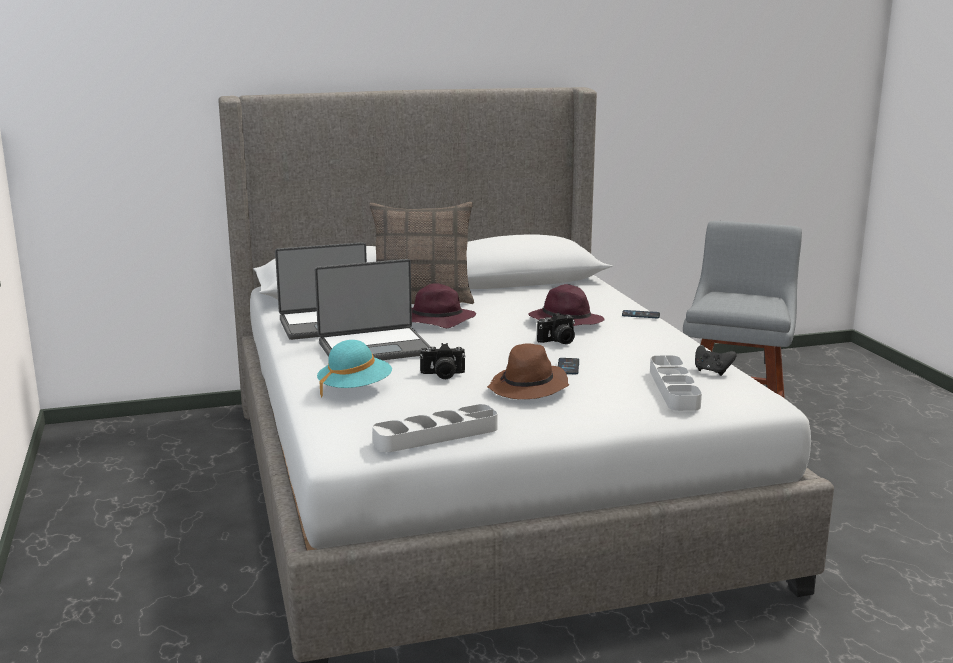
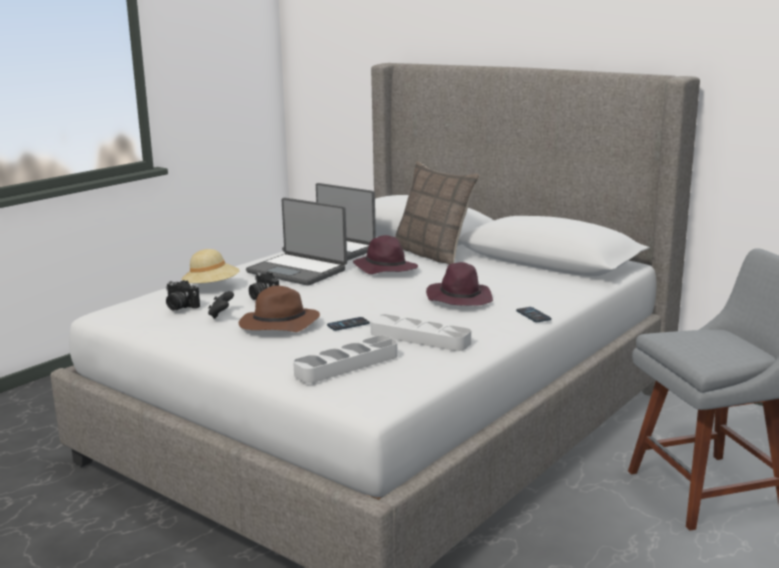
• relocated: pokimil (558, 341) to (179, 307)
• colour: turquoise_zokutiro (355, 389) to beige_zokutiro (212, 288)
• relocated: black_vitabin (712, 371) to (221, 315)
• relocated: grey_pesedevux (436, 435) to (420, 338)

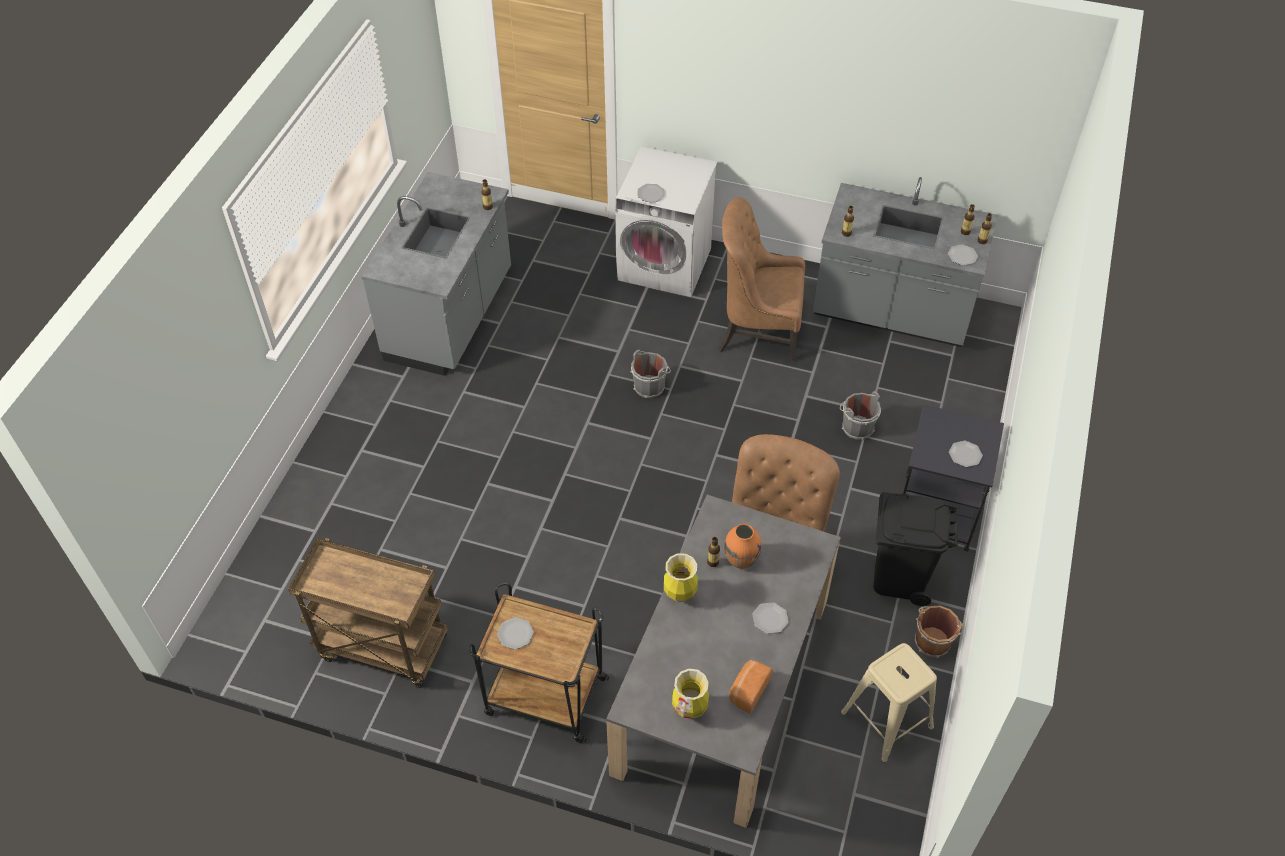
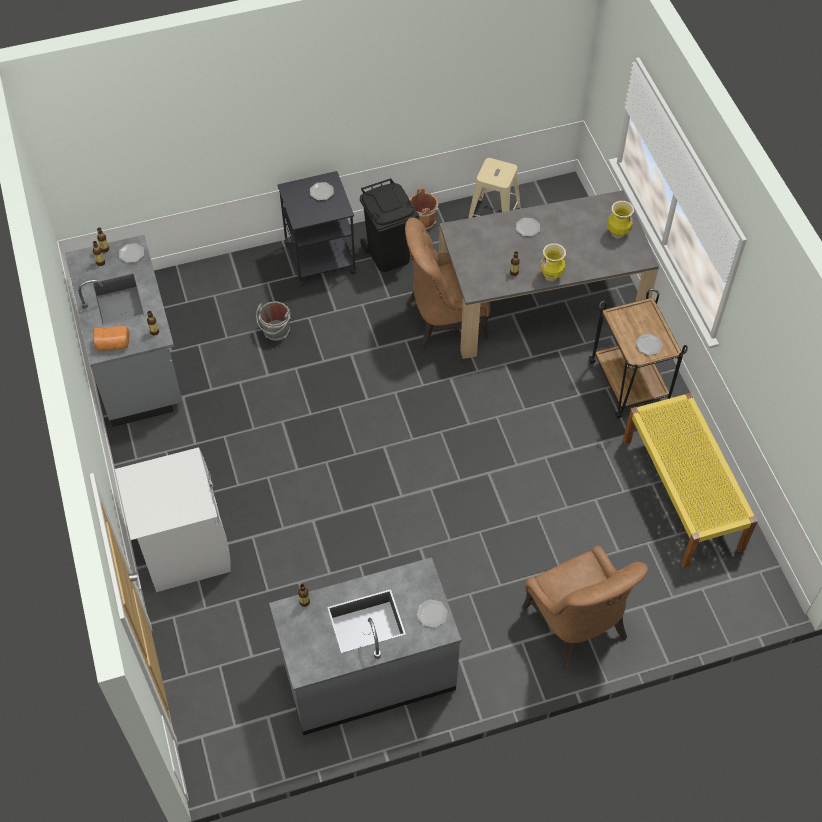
• relocated: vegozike (748, 691) to (112, 345)
• relocated: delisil (651, 194) to (431, 614)
• relocated: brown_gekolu (758, 329) to (576, 623)
• exchanged: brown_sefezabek (381, 648) to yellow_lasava (683, 493)
• missing: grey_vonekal (650, 386)
• missing: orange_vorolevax (741, 559)

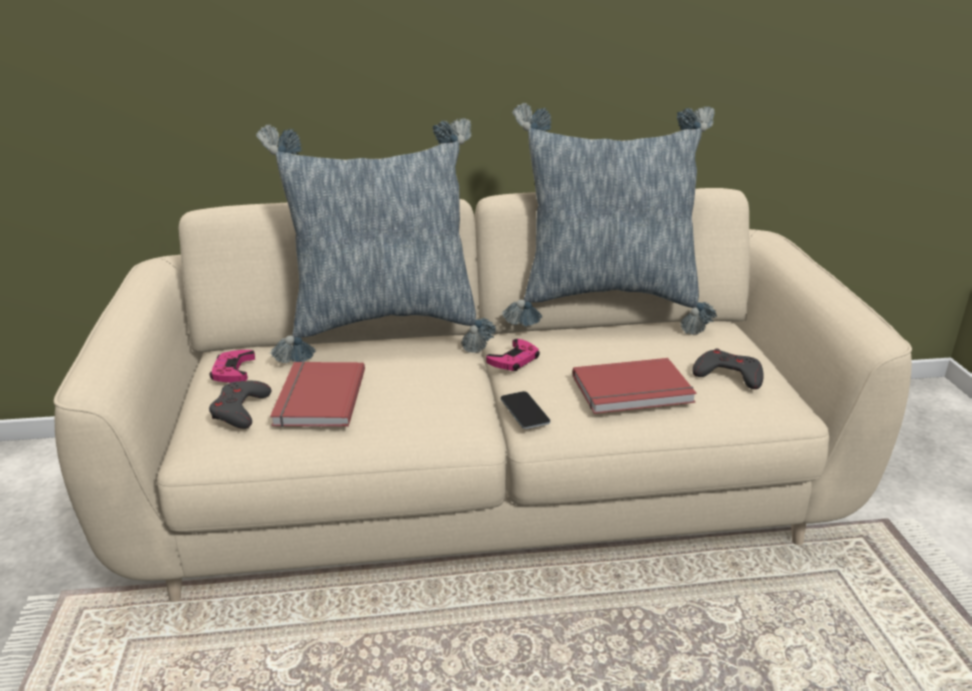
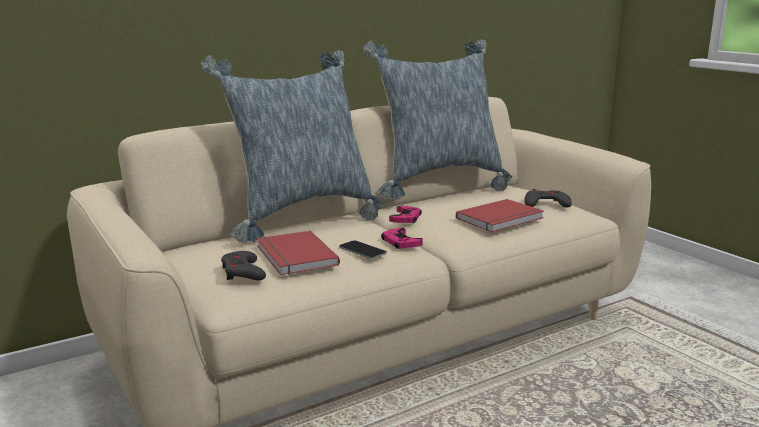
• relocated: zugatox (524, 410) to (362, 250)
• relocated: pink_vitabin (233, 371) to (400, 242)

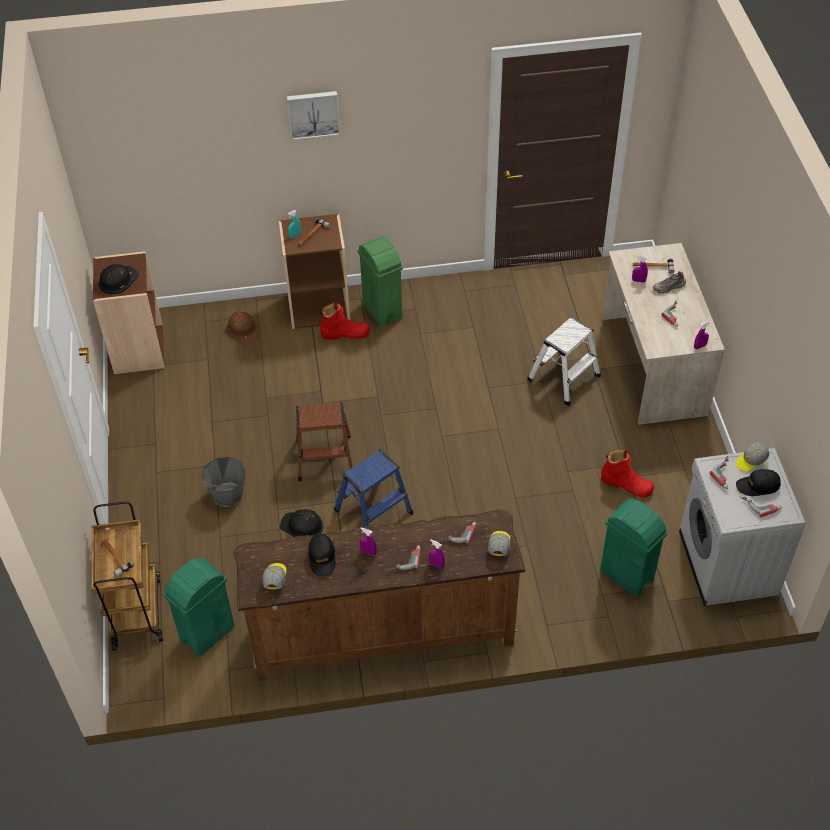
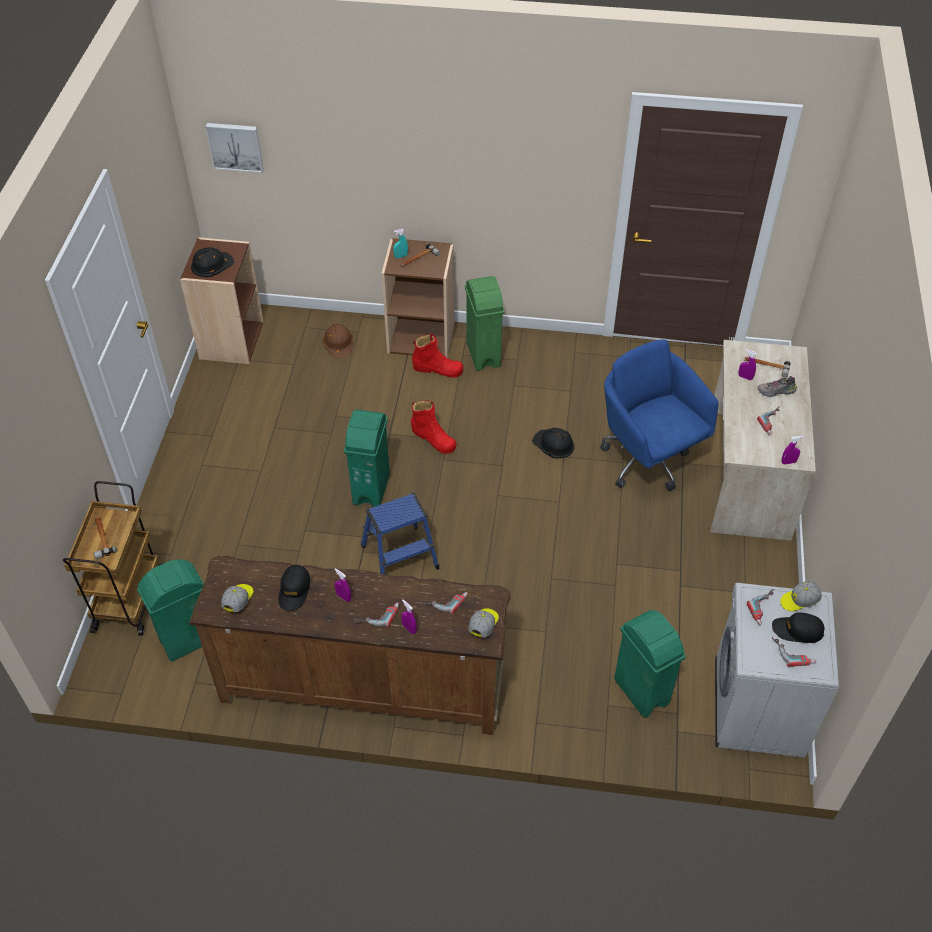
• relocated: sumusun (313, 114) to (235, 146)
• exchanged: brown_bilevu (325, 457) to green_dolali (371, 488)
• relocated: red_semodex (626, 484) to (433, 438)
• relocated: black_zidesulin (302, 525) to (554, 444)
• exchanged: white_bilevu (564, 377) to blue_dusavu (647, 464)
• missing: grey_vonekal (227, 495)

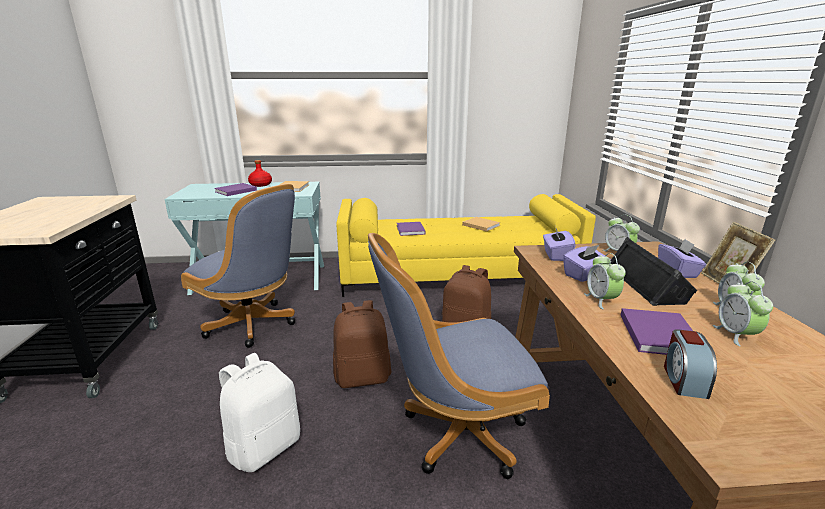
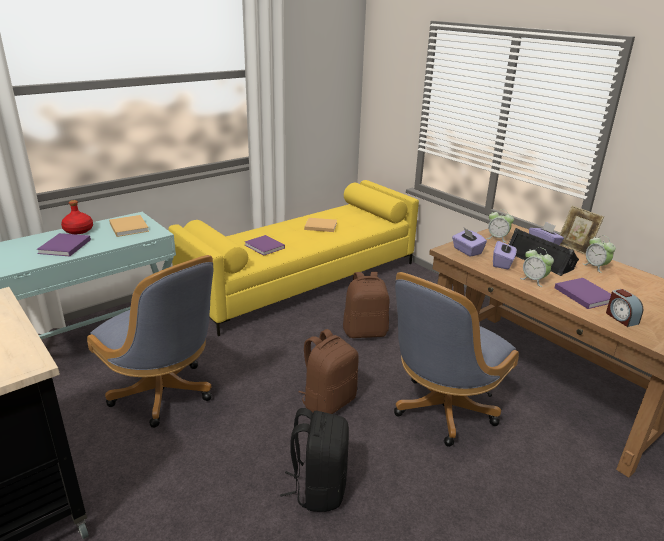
• spun: blue_dusavu (256, 327) = (167, 397) 45 degrees clockwise
• colour: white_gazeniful (264, 447) to black_gazeniful (318, 488)
• missing: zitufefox (735, 335)

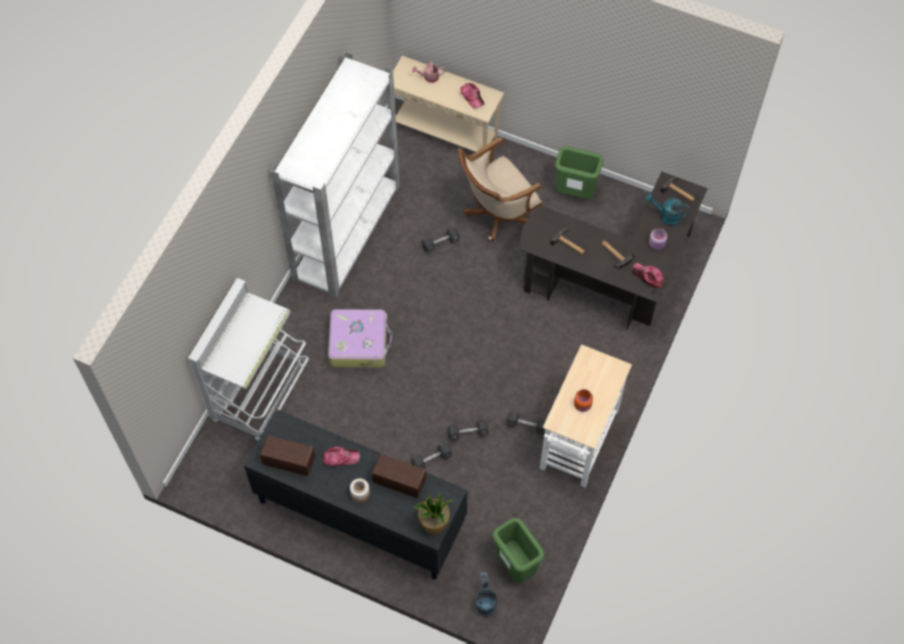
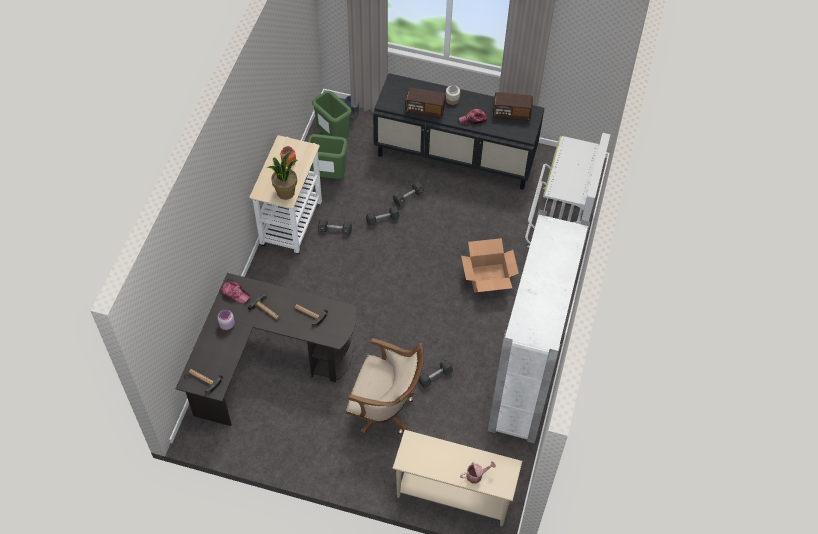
• relocated: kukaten (434, 525) to (285, 192)
• relocated: green_dolali (575, 193) to (328, 176)
• spun: dusavu (497, 217) = (385, 411) 60 degrees clockwise
• exchanged: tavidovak (359, 342) to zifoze (488, 278)
• missing: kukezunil (472, 97)
• missing: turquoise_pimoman (666, 216)

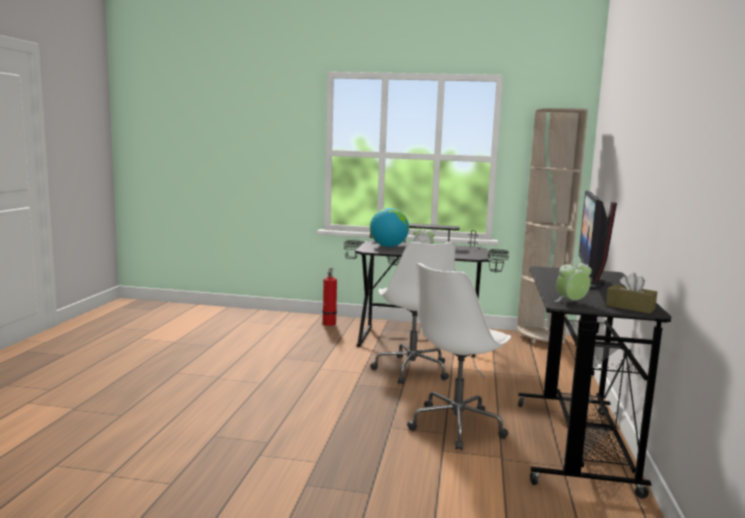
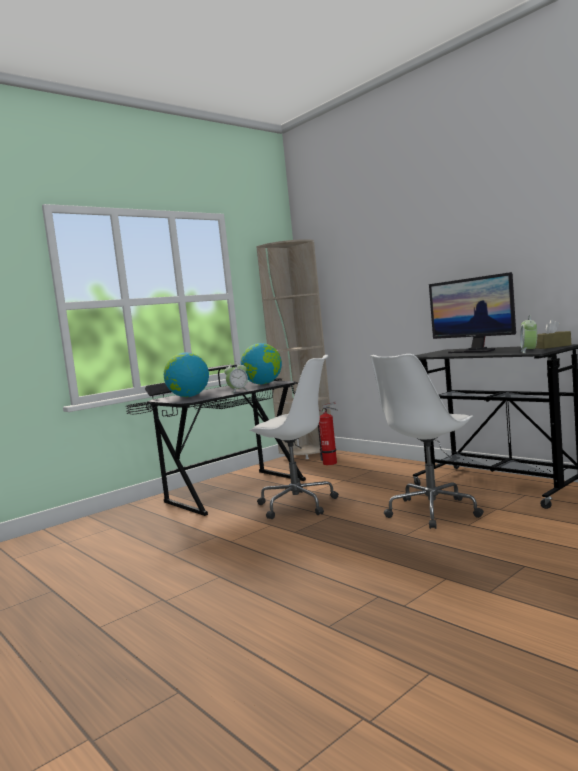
• appeared: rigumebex (263, 384)
• relocated: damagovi (329, 324) to (331, 463)
• spun: white_dusavu (454, 427) = (431, 513) 60 degrees clockwise

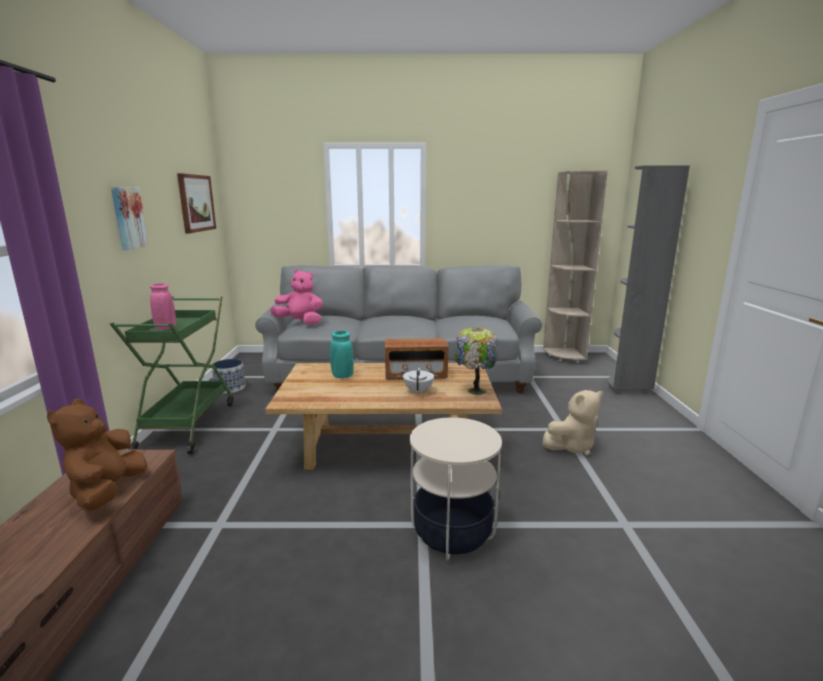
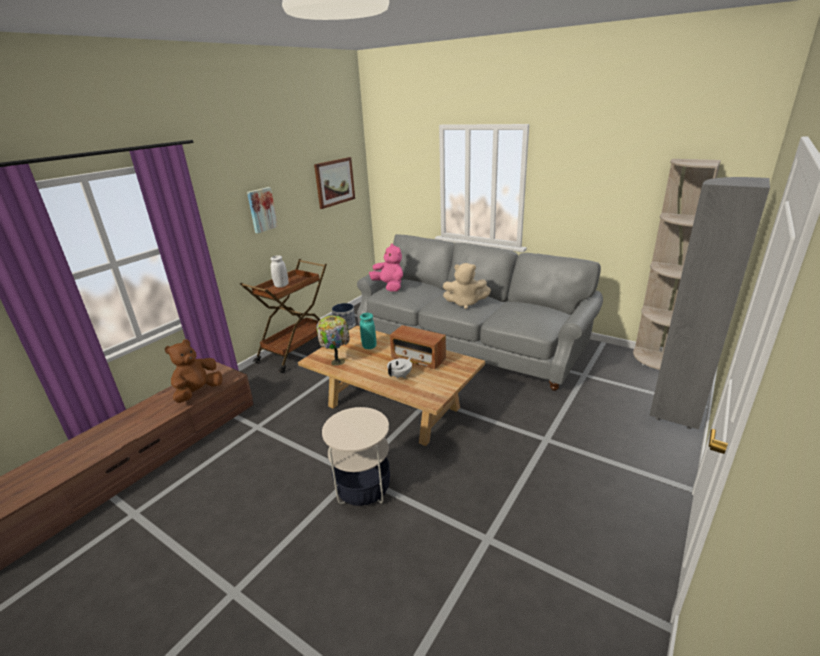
• colour: green_sefezabek (189, 426) to brown_sefezabek (297, 351)
• colour: pink_vorolevax (166, 328) to white_vorolevax (281, 285)
• relocated: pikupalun (474, 391) to (337, 361)
• relocated: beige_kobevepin (572, 447) to (465, 303)

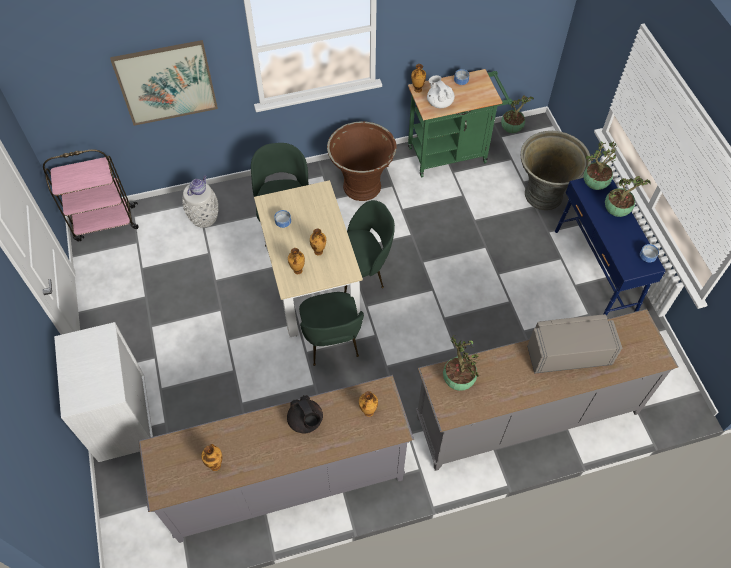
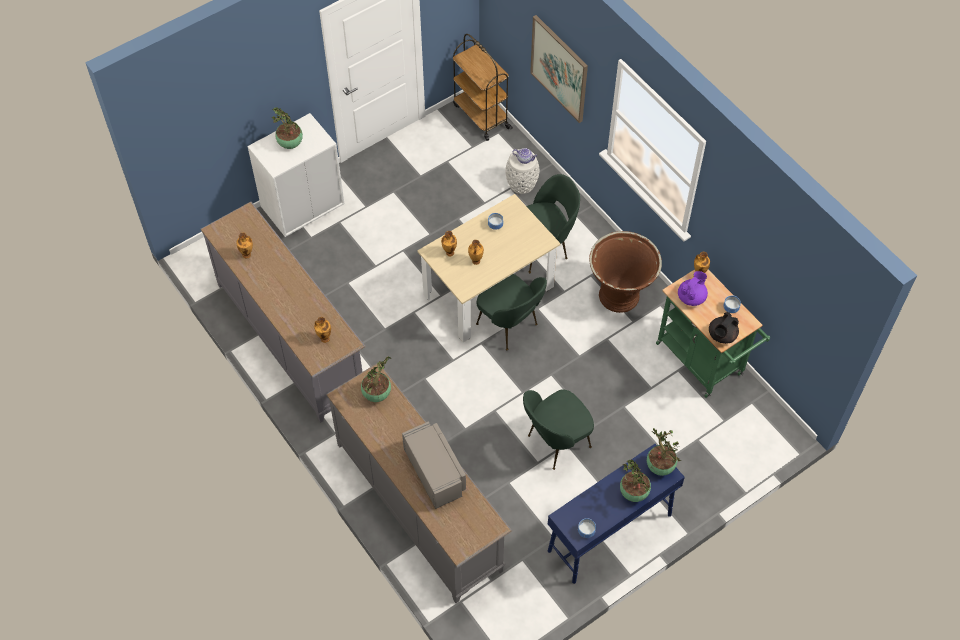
• relocated: kukaten (511, 129) to (291, 144)
• colour: pink_sefezabek (104, 223) to brown_sefezabek (481, 116)
• relocated: green_gekolu (332, 346) to (554, 444)
• colour: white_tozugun (439, 102) to purple_tozugun (691, 297)
• relocated: black_tozugun (306, 421) to (722, 335)
• missing: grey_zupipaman (543, 196)

